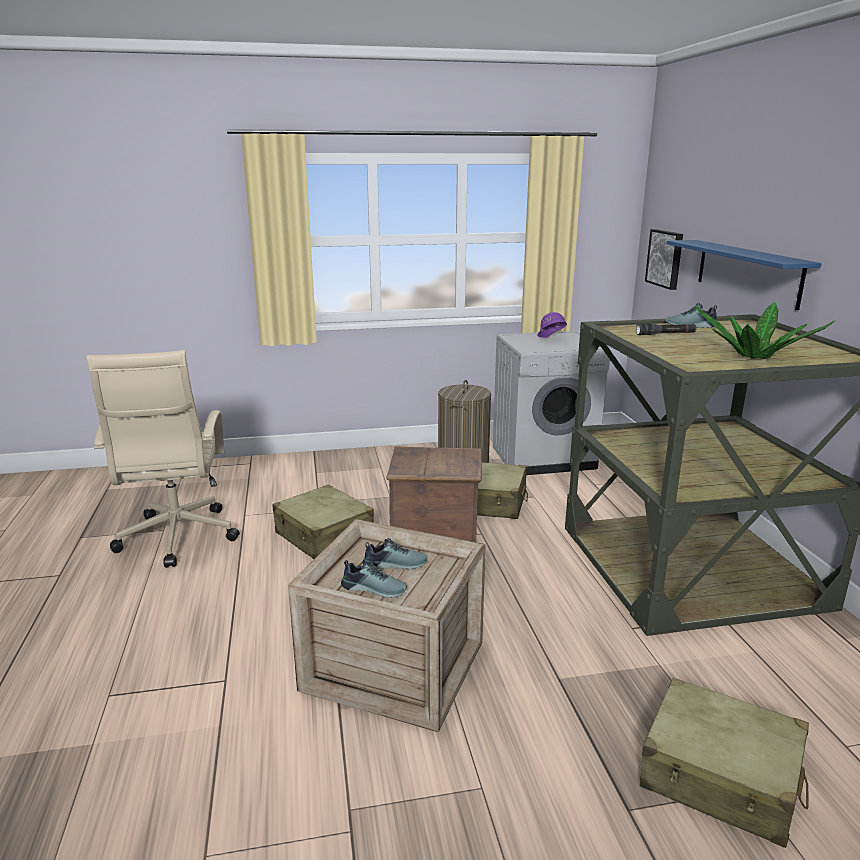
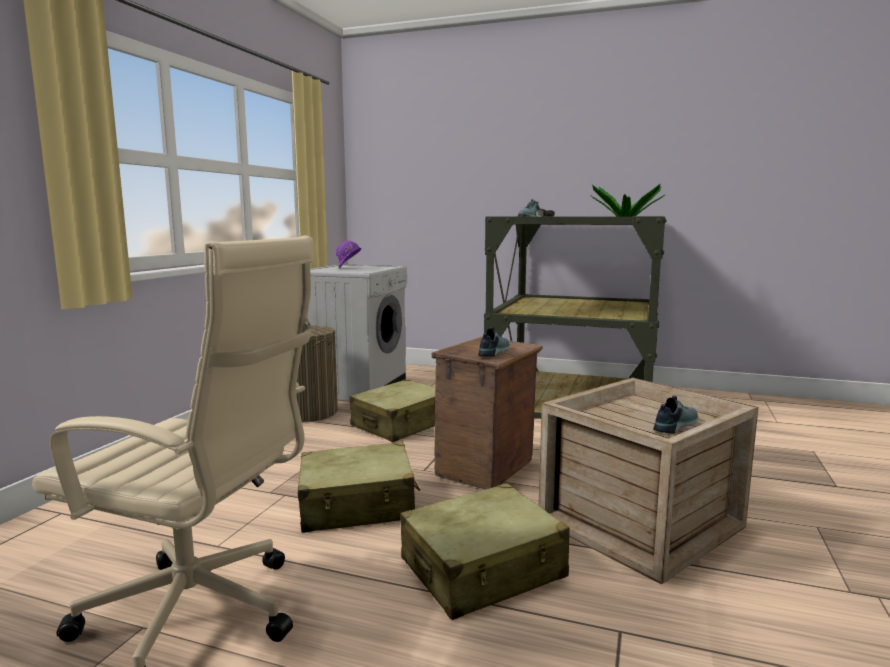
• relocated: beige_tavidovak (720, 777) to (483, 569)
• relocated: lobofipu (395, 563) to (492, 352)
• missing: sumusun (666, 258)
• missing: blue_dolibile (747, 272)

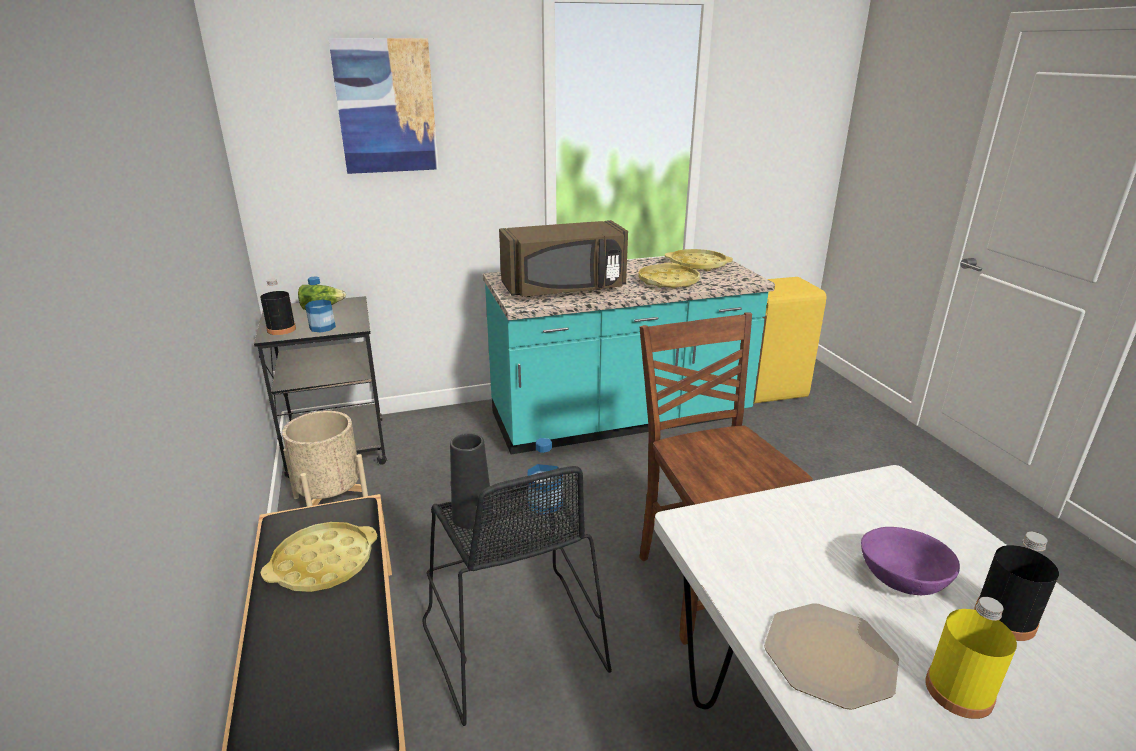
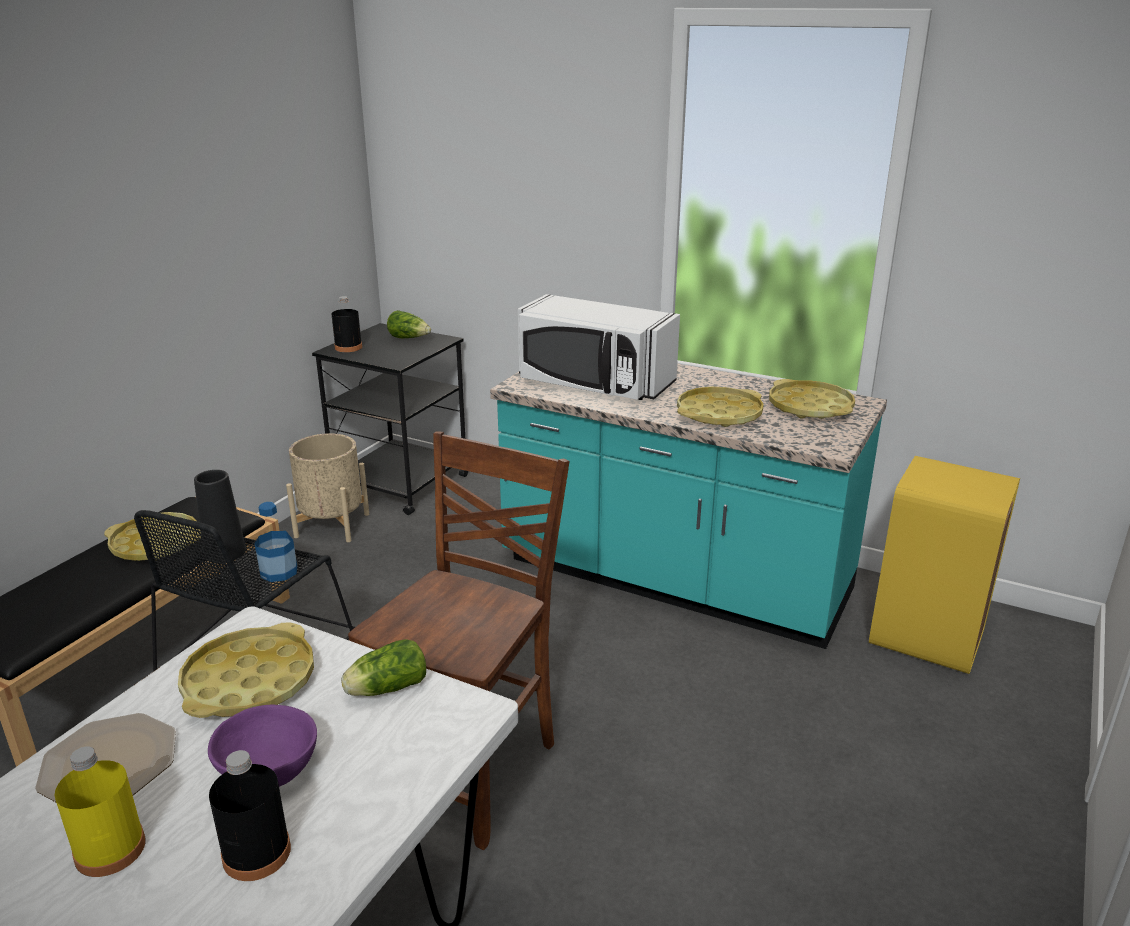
• appeared: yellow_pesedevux (249, 681)
• appeared: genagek (385, 689)
• colour: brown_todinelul (565, 289) to white_todinelul (594, 384)
• missing: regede (322, 327)
• missing: sumusun (386, 107)

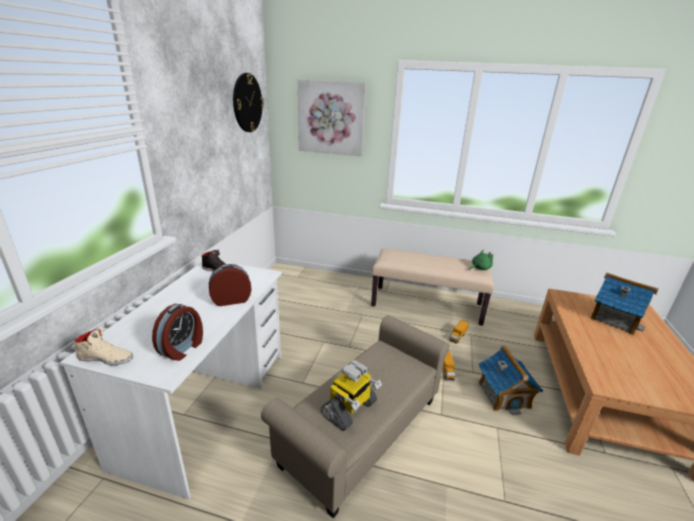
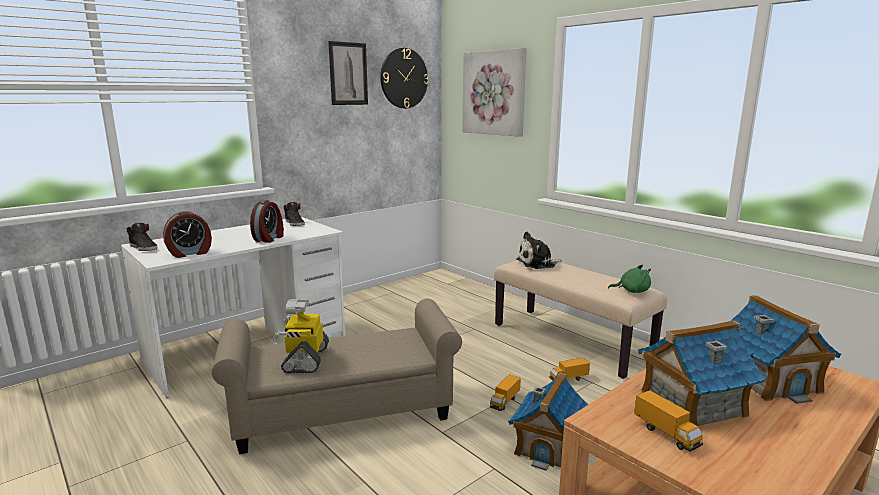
• colour: beige_lobofipu (106, 358) to black_lobofipu (144, 248)
• spun: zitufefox (231, 300) = (269, 238) 90 degrees clockwise
• spun: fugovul (350, 409) = (305, 359) 105 degrees clockwise
• appeared: sumusun (348, 74)
• appeared: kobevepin (538, 263)
• appeared: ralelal (666, 434)
• appeared: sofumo (692, 403)

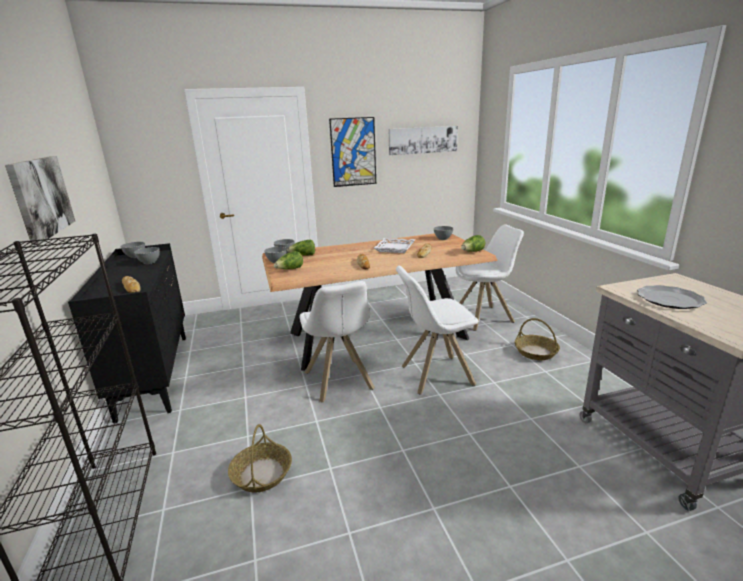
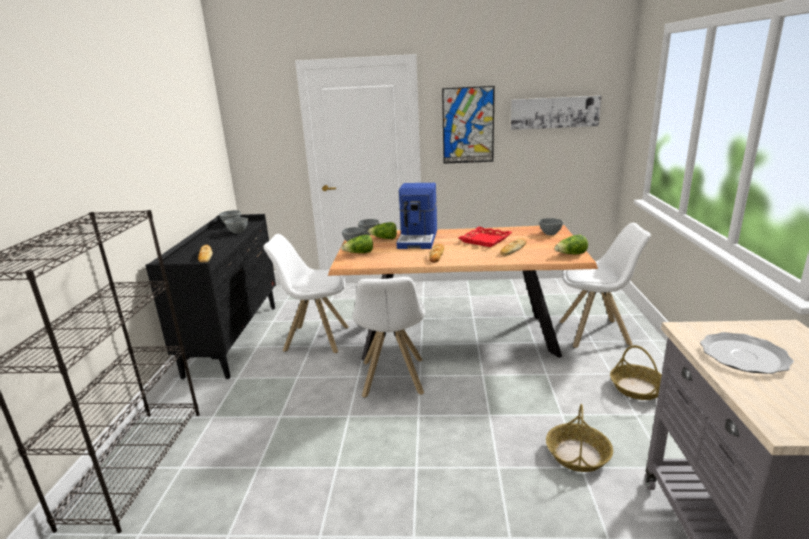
• relocated: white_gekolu (436, 375) to (316, 339)
• appeared: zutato (418, 239)
• colour: white_pesedevux (394, 248) to red_pesedevux (484, 240)
• relocated: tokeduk (261, 473) to (577, 454)
• missing: sumusun (41, 197)

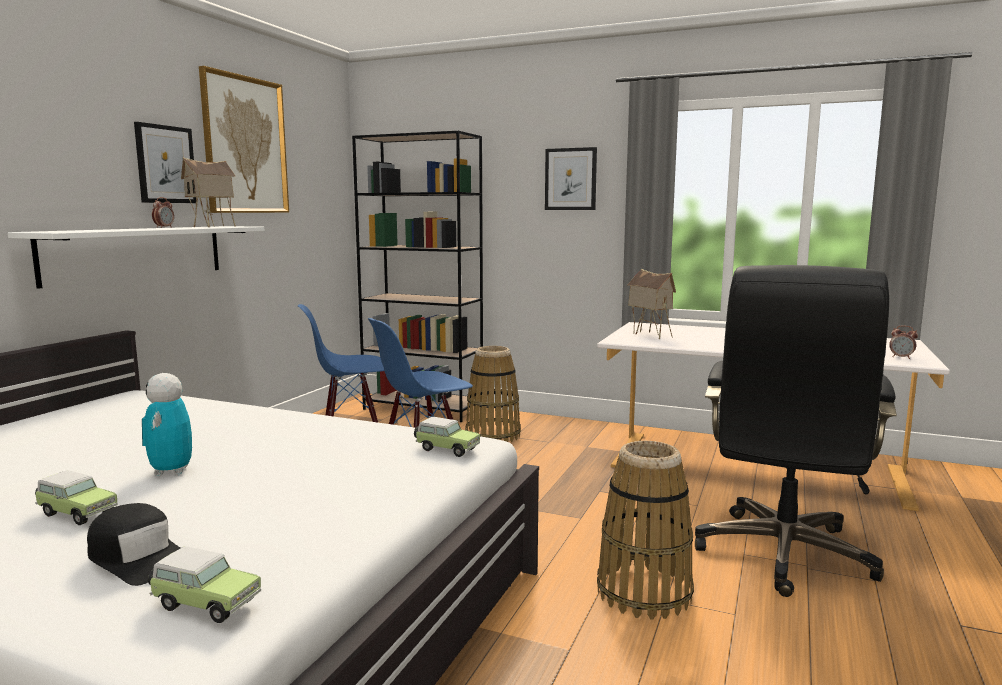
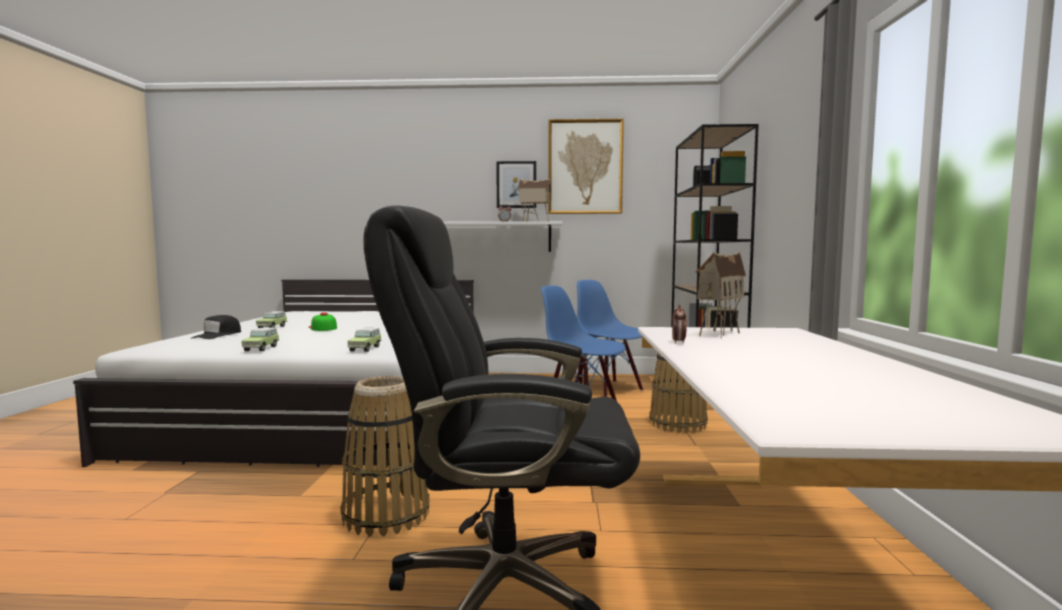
• relocated: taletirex (204, 604) to (262, 348)
• exchanged: fugovul (171, 471) to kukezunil (322, 327)
• relocated: zitufefox (901, 357) to (678, 342)
• missing: sumusun (570, 179)

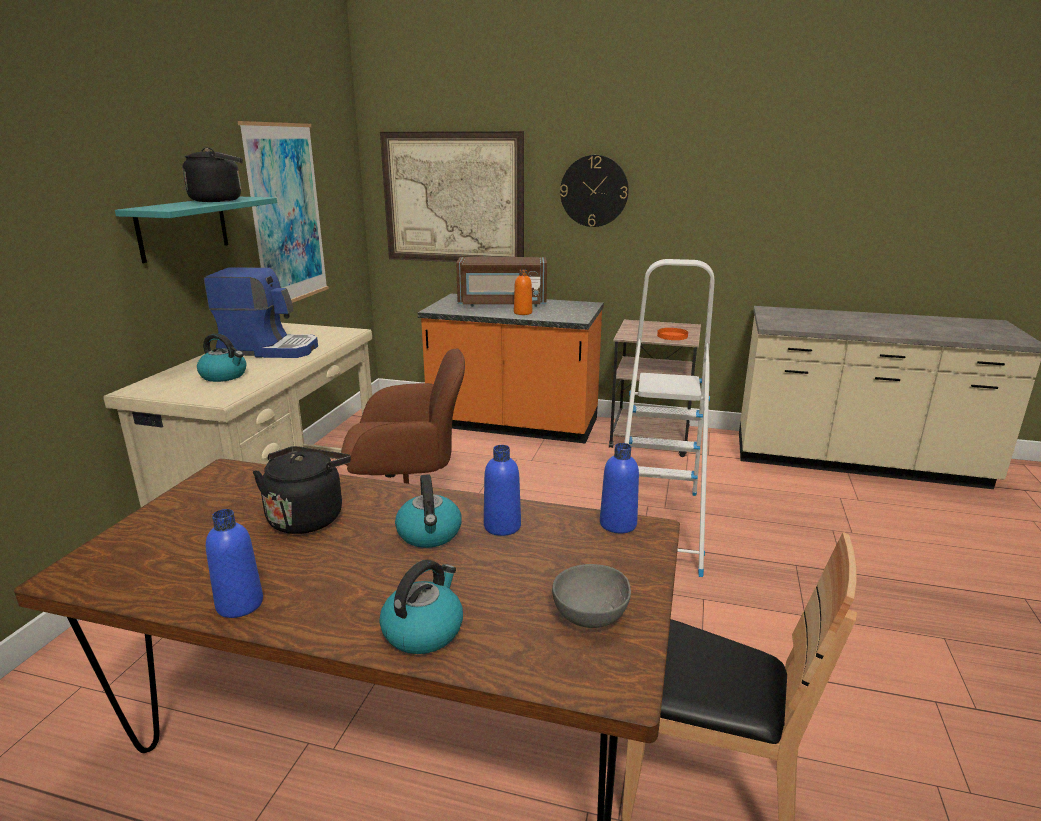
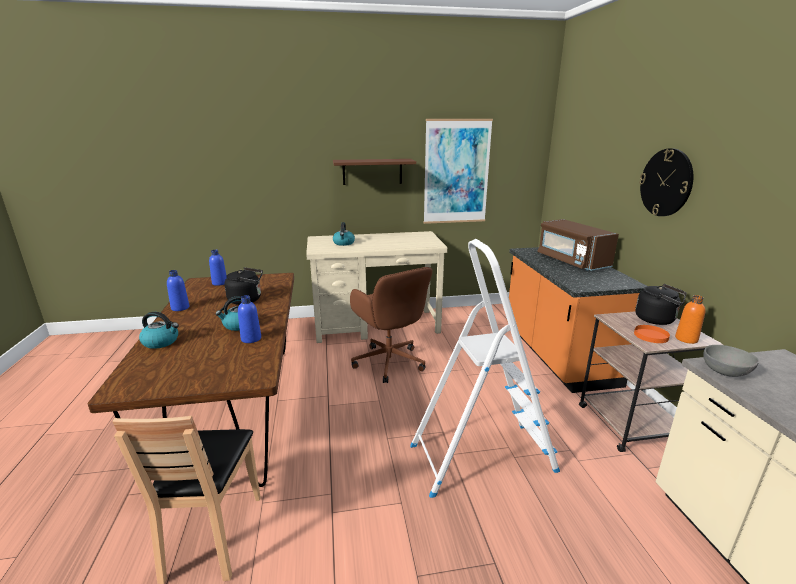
• relocated: blue_regede (618, 524) to (220, 283)
• colour: turquoise_dolibile (183, 228) to brown_dolibile (372, 171)
• relocated: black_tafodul (220, 200) to (657, 320)
• relocated: orange_regede (523, 313) to (686, 339)
• relocated: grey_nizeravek (592, 616) to (726, 373)
• missing: zutato (269, 349)
• missing: sumusun (453, 198)

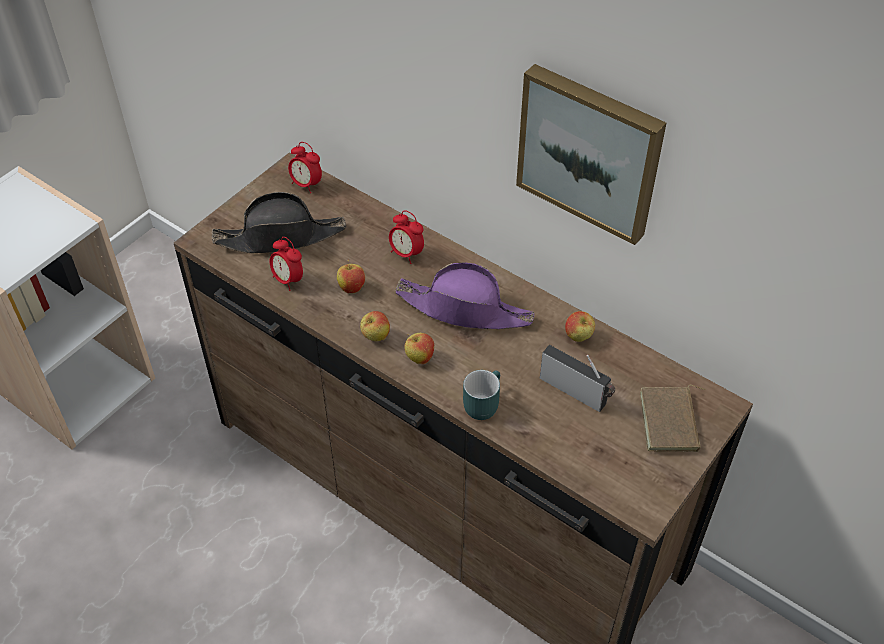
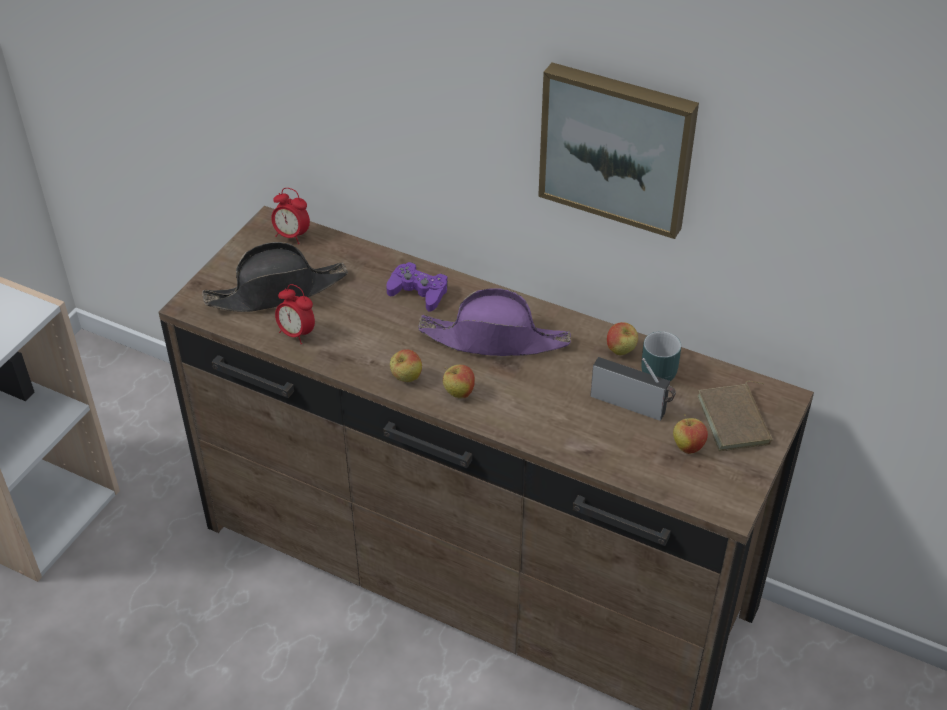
• exchanged: zitufefox (406, 253) to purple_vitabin (418, 292)
• relocated: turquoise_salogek (481, 402) to (657, 368)
• relocated: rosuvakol (351, 288) to (688, 447)

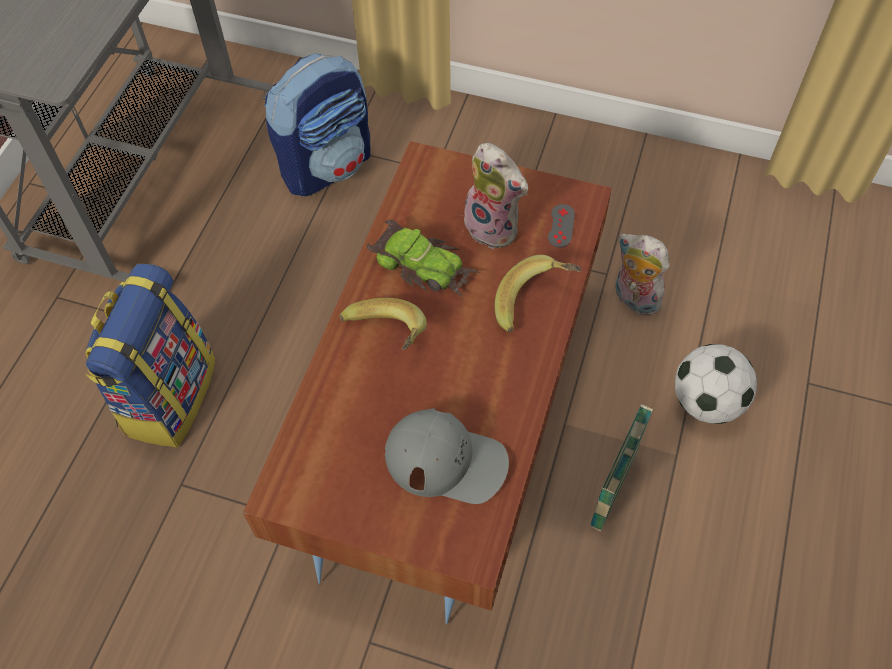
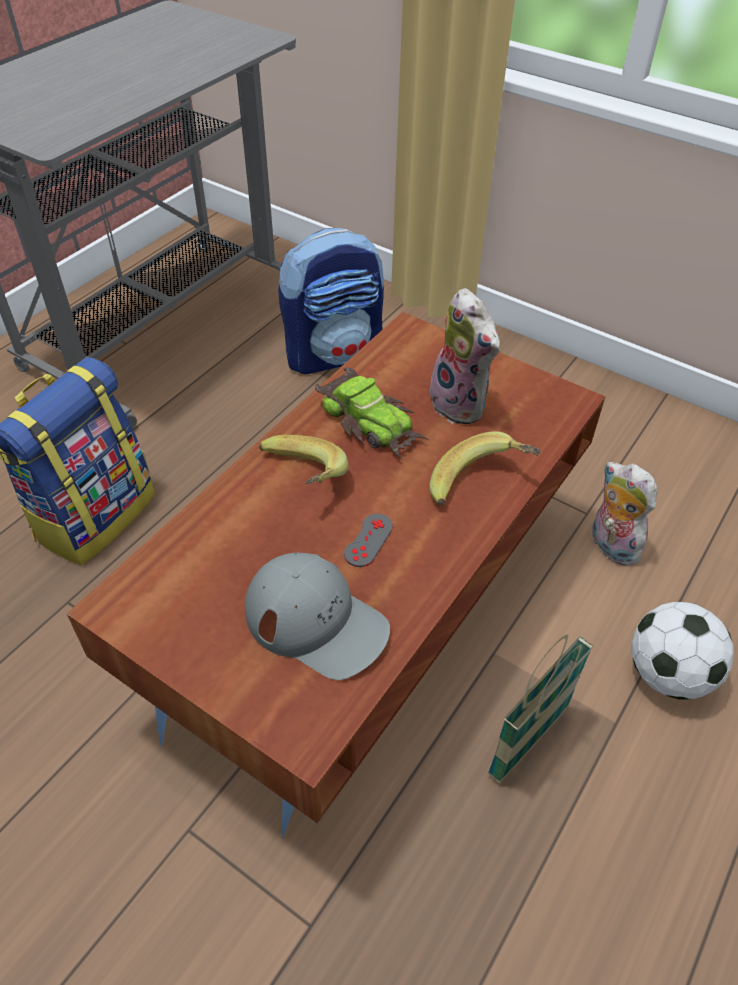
• relocated: grey_vitabin (561, 226) to (368, 540)

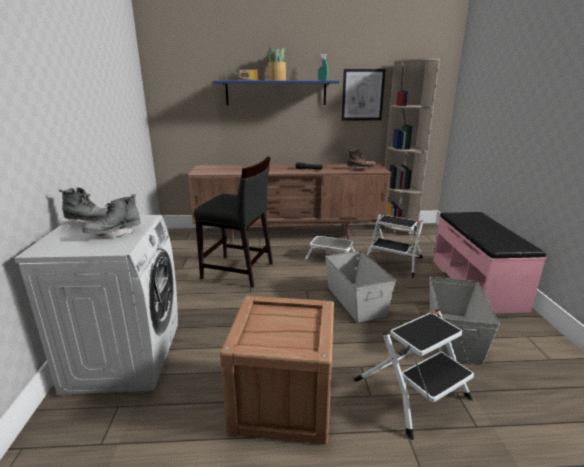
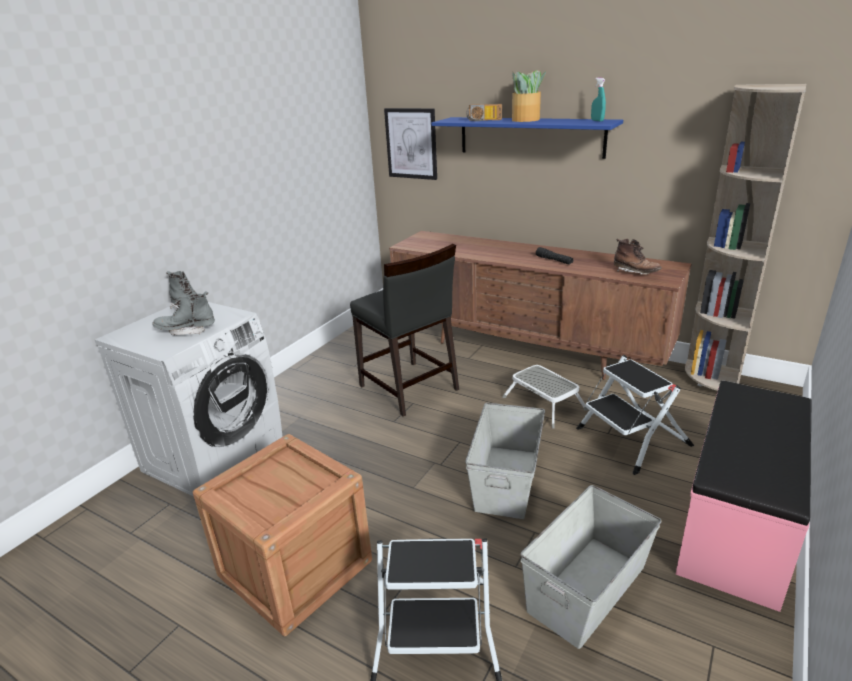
• relocated: sumusun (362, 95) to (411, 143)

